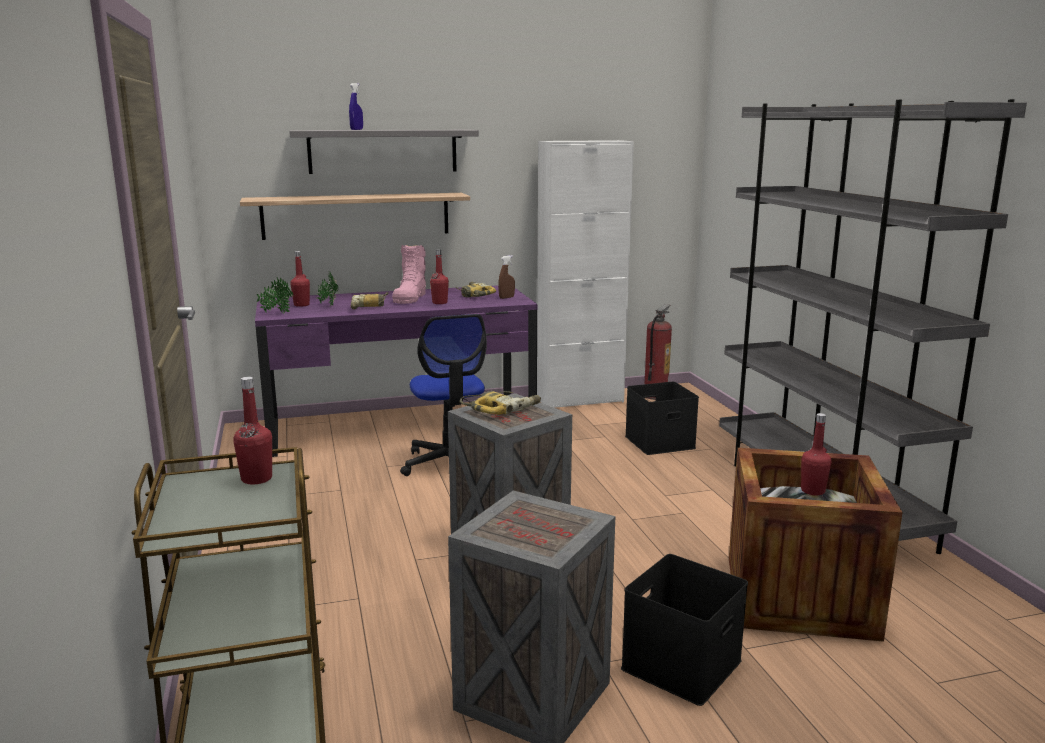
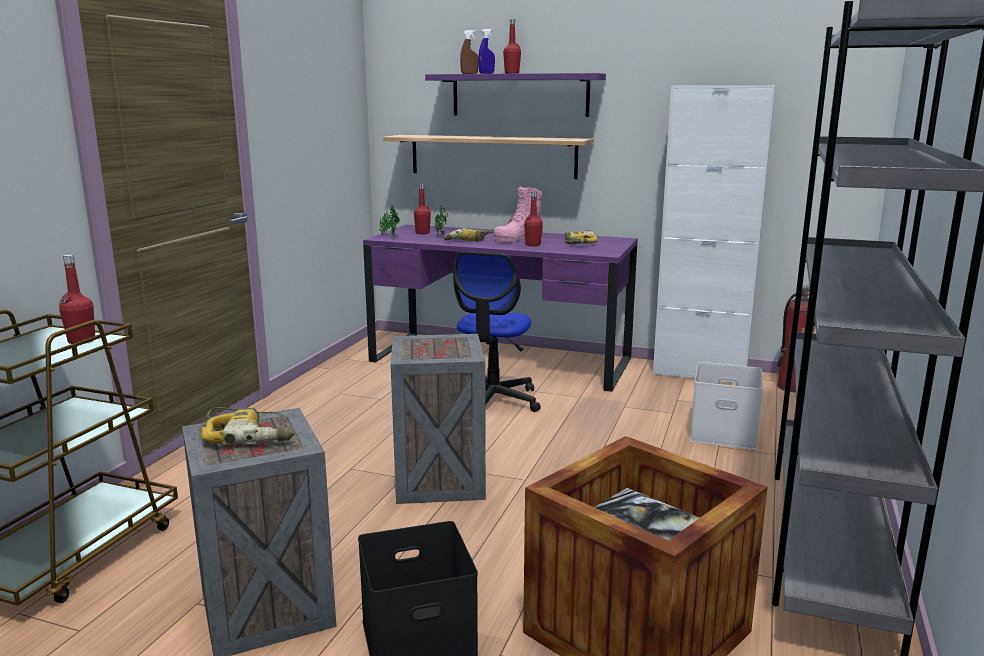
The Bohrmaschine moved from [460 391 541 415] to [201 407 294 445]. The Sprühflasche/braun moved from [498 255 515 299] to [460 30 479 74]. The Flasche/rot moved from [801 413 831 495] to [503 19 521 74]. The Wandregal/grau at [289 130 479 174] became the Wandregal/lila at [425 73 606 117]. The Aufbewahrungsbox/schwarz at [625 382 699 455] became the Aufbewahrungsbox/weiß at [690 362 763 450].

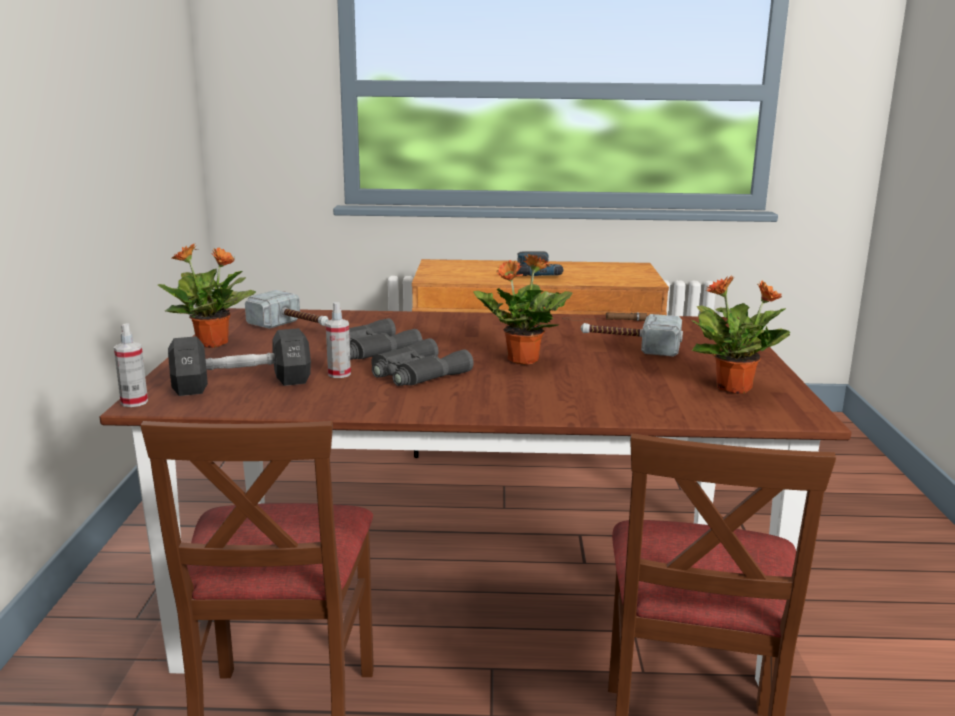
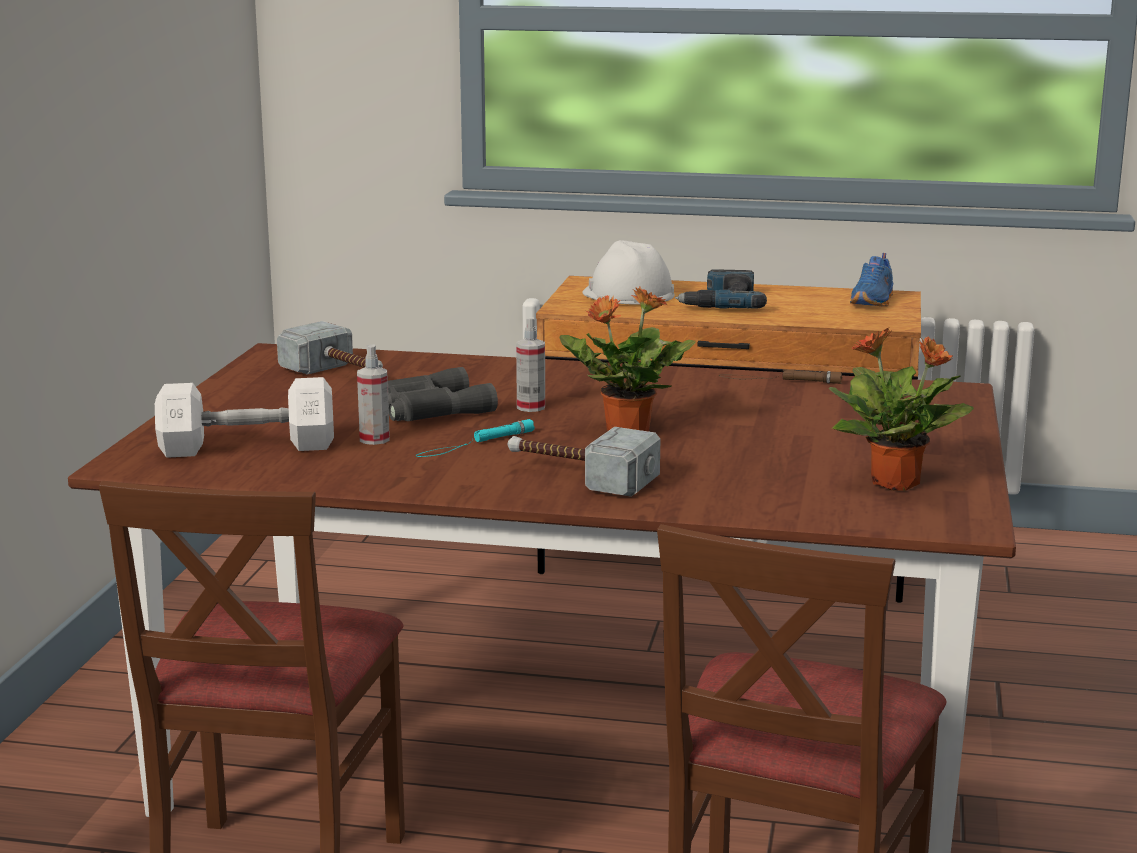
The Topfpflanze at [158 244 256 348] disappeared. The Schutzhelm/weiß at [582 240 675 305] appeared. The Schuh/blau at [850 253 893 306] appeared. The Sprühflasche moved from [114 323 148 407] to [516 317 545 412]. The Hammer moved from [581 314 683 357] to [508 427 660 497]. The Fernglas/grau at [371 338 473 386] was replaced by the Taschenlampe/türkis at [415 419 535 457]. The Hantel/schwarz at [168 328 311 396] became the Hantel/weiß at [155 377 334 458].

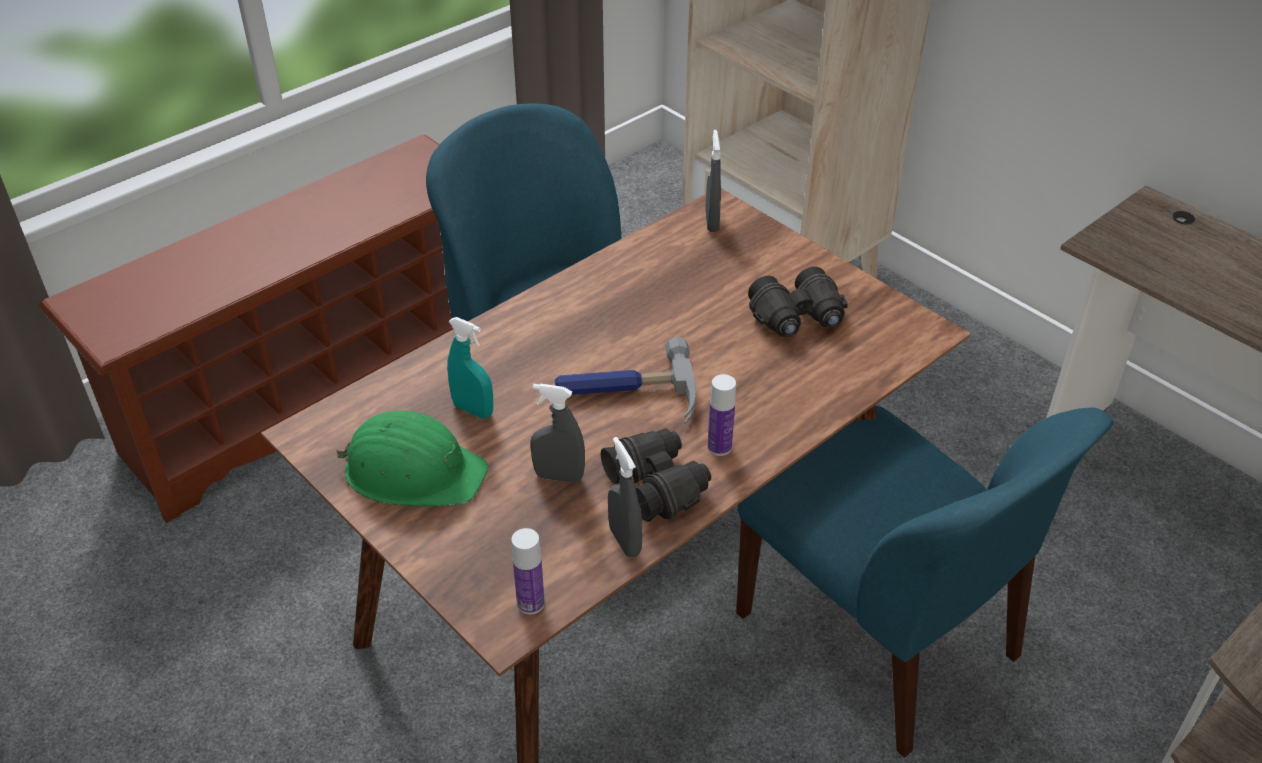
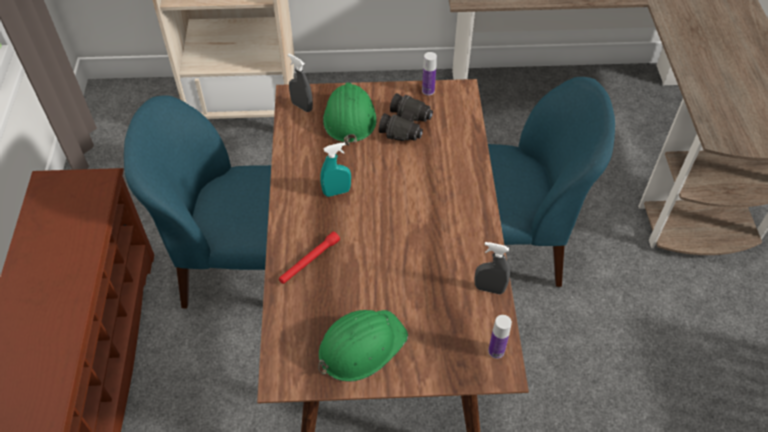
The Sprühflasche/grau at [530 383 585 483] disappeared. The Hammer at [555 337 696 424] disappeared. The Fernglas/schwarz at [601 428 711 522] disappeared. The Taschenlampe/rot at [279 232 340 284] appeared. The Schutzhelm/grün at [323 82 377 146] appeared. The Sprühflasche/türkis moved from [447 317 493 419] to [320 142 351 197]. The Flasche moved from [708 374 736 456] to [422 52 437 96].

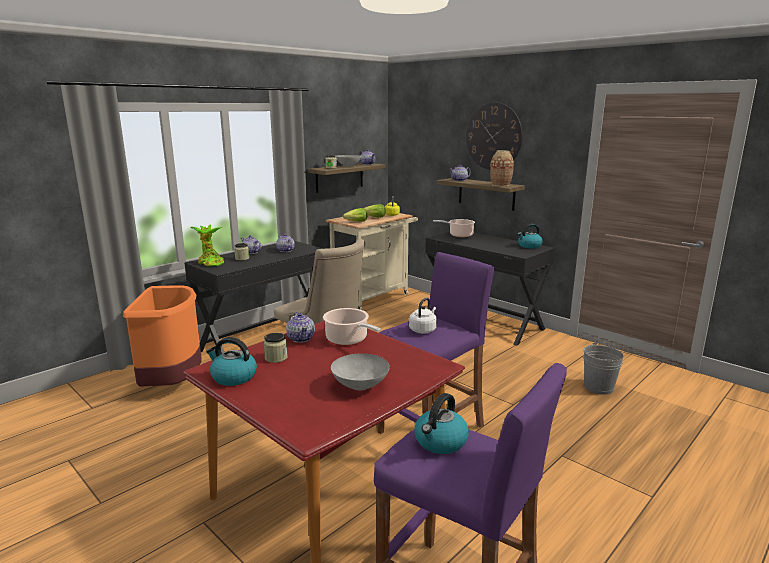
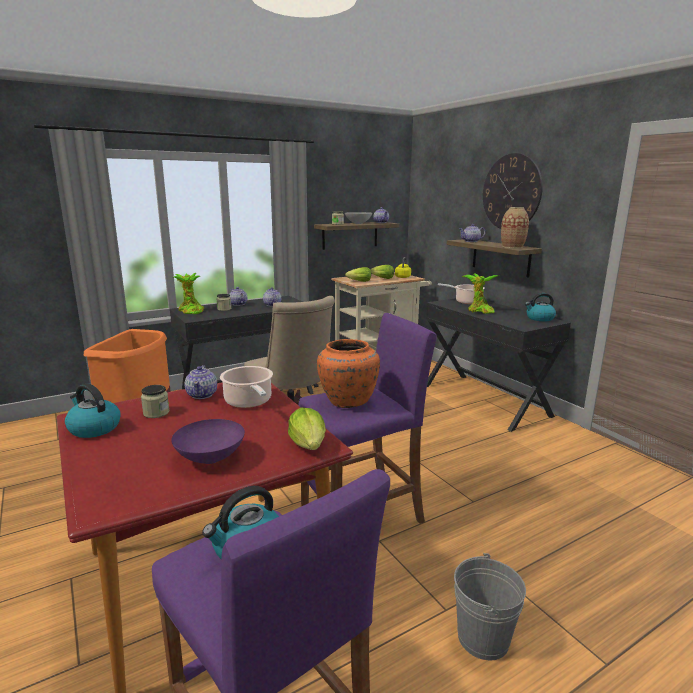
The Salatkopf at [288 407 326 450] appeared. The Topfpflanze at [462 273 500 314] appeared. The Eimer/grau moved from [583 342 624 395] to [454 553 526 661]. The Wasserkessel/weiß at [409 298 437 333] was replaced by the Vase/orange at [317 339 380 408]. The Schüssel/grau at [331 353 390 391] became the Schüssel/lila at [171 419 245 464].

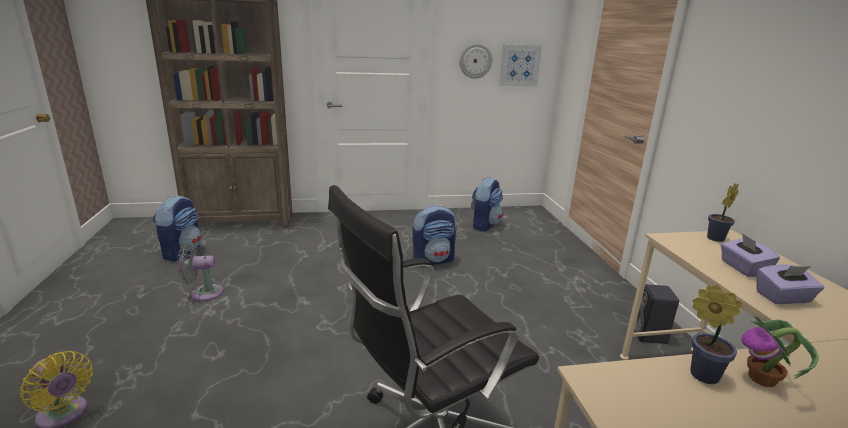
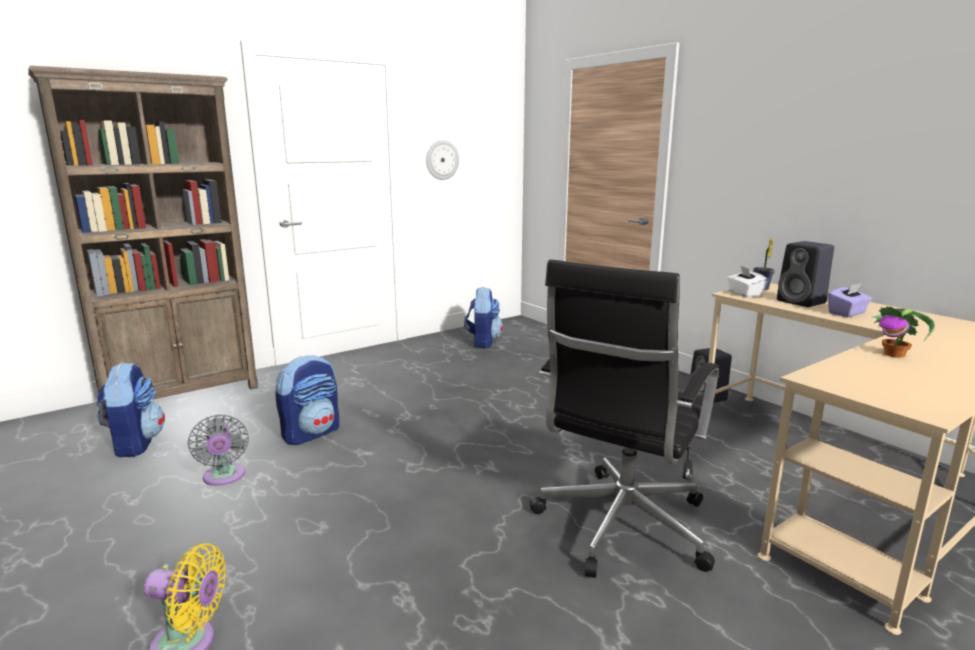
The Bild at [499 44 542 87] disappeared. The Topfpflanze at [690 285 743 384] disappeared. The Taschentuchbox/weiß at [727 266 768 297] appeared. The Rucksack moved from [412 205 456 265] to [275 354 339 445]. The Taschentuchbox/lila at [721 233 780 277] was replaced by the Lautsprecher/schwarz at [777 241 834 307]. The Ventilator/grau at [177 244 223 301] turned 75 degrees counterclockwise.

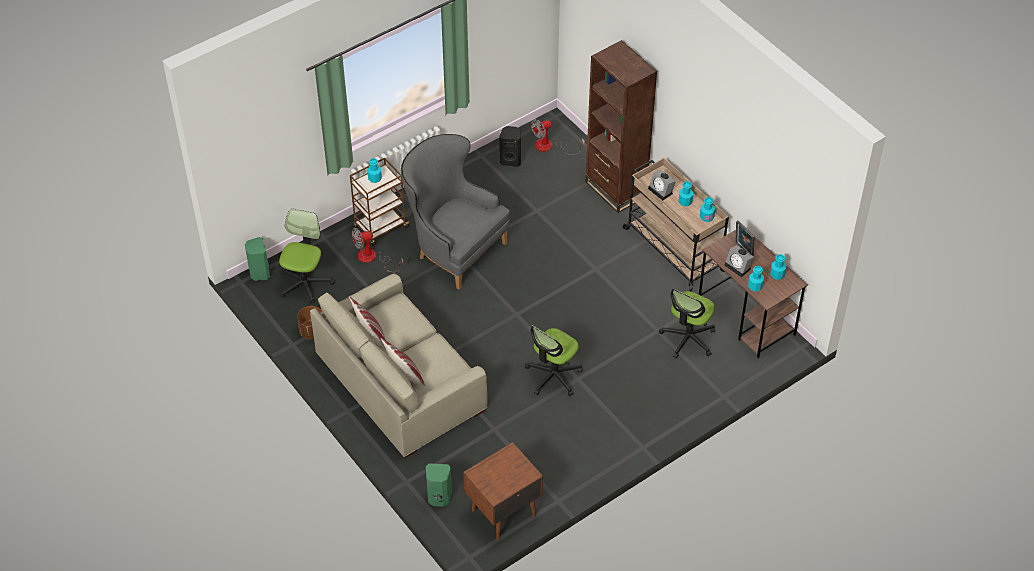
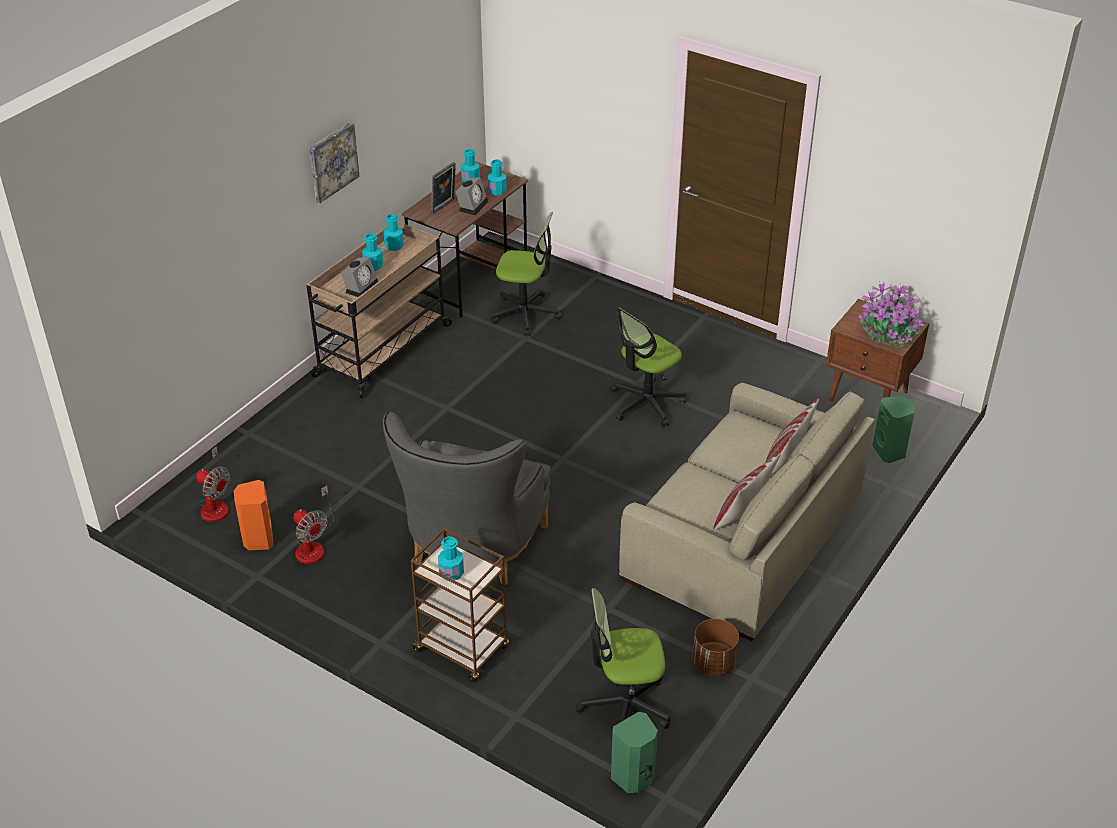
The Bücherregal/braun at [585 40 657 213] disappeared. The Bild at [309 122 360 203] appeared. The Topfpflanze at [858 281 925 349] appeared. The Ventilator moved from [352 228 404 272] to [293 486 334 564]. The Lautsprecher/schwarz at [499 126 521 167] became the Lautsprecher/orange at [234 480 274 550]. The Bürostuhl at [525 325 582 396] turned 120 degrees clockwise.

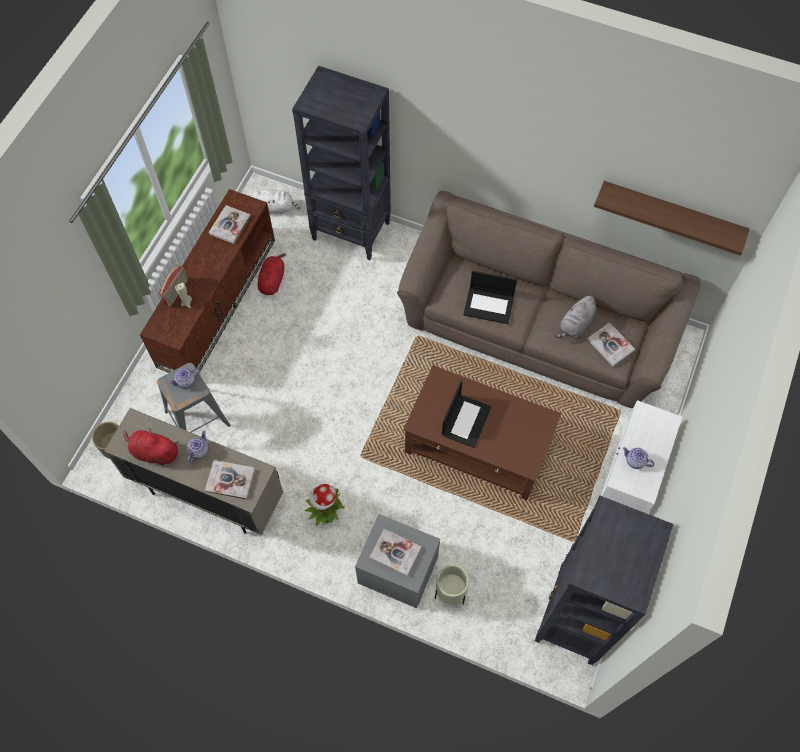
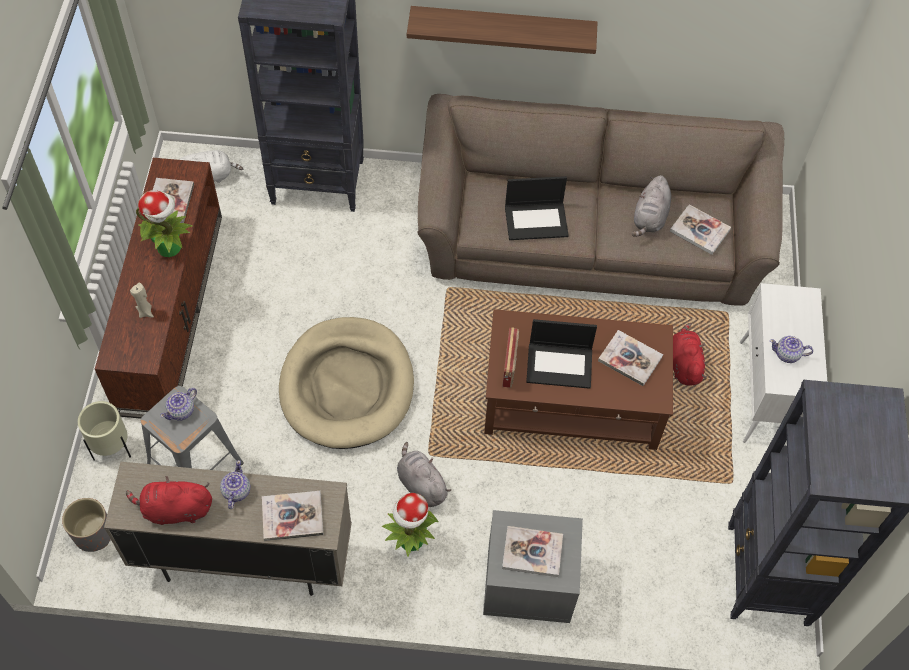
The Topfpflanze at [136 190 192 257] appeared. The Hundebett/beige at [279 317 414 449] appeared. The Plüschtier/grau at [397 442 451 507] appeared. The Buch at [598 330 663 386] appeared. The Radio moved from [159 265 188 307] to [502 327 519 388]. The Plüschtier/rot moved from [258 253 286 295] to [673 323 707 386]. The Pflanzkübel/beige moved from [435 565 469 605] to [78 401 131 461]. The Wandregal moved from [594 181 750 256] to [407 6 598 54]. The Laptop at [442 381 492 448] turned 90 degrees clockwise.

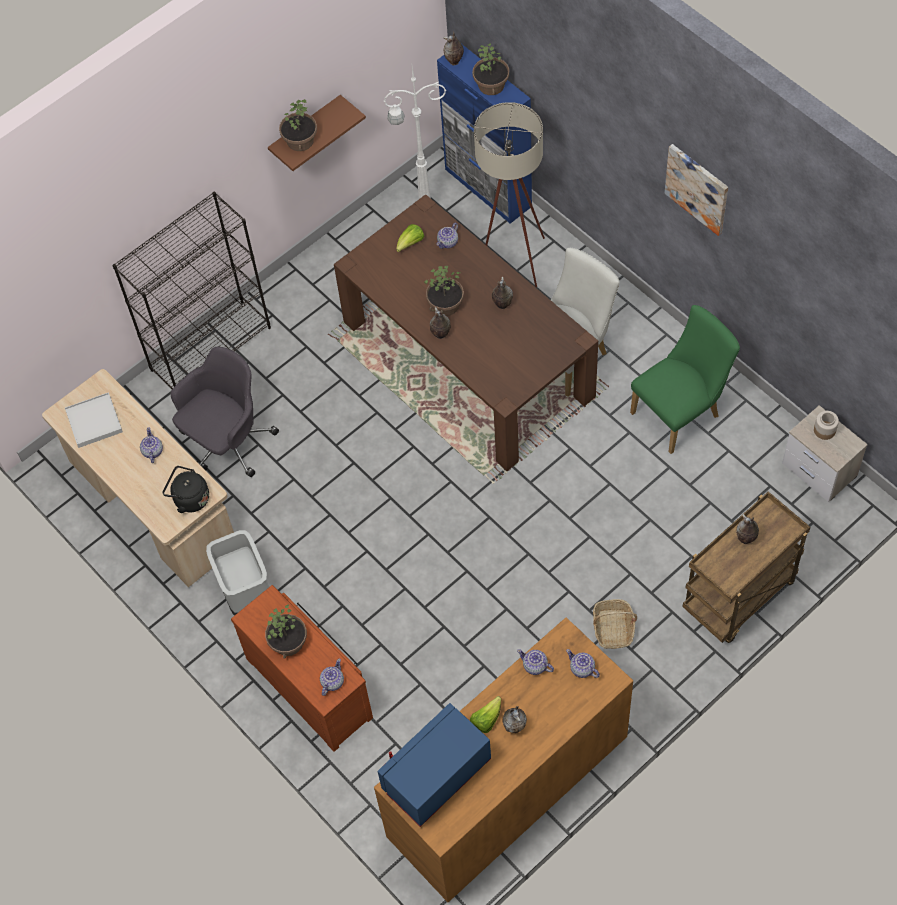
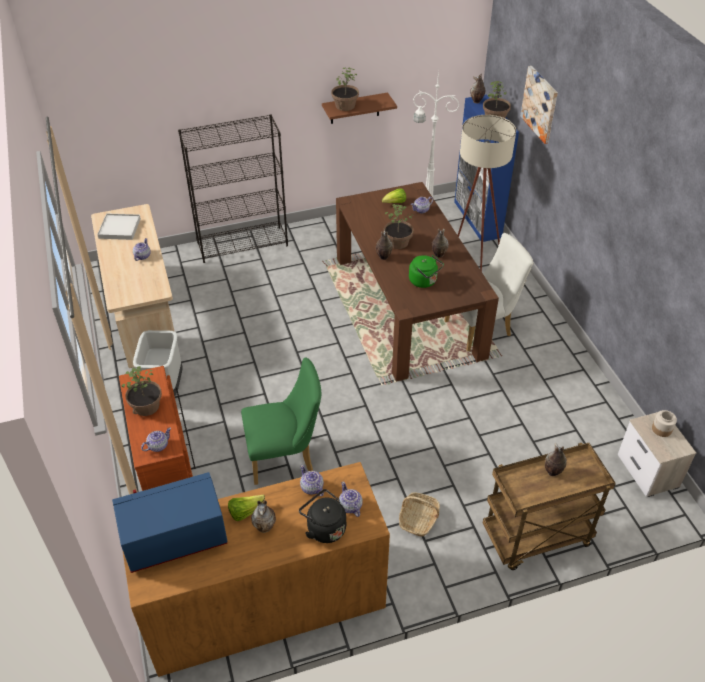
The Bürostuhl/grau at [171 347 279 477] disappeared. The Wasserkessel/grün at [409 255 444 288] appeared. The Wasserkessel/schwarz moved from [163 466 209 513] to [299 489 346 543]. The Stuhl/grün moved from [630 305 740 454] to [241 357 321 485]. The Bild moved from [665 144 728 236] to [520 66 558 144].

